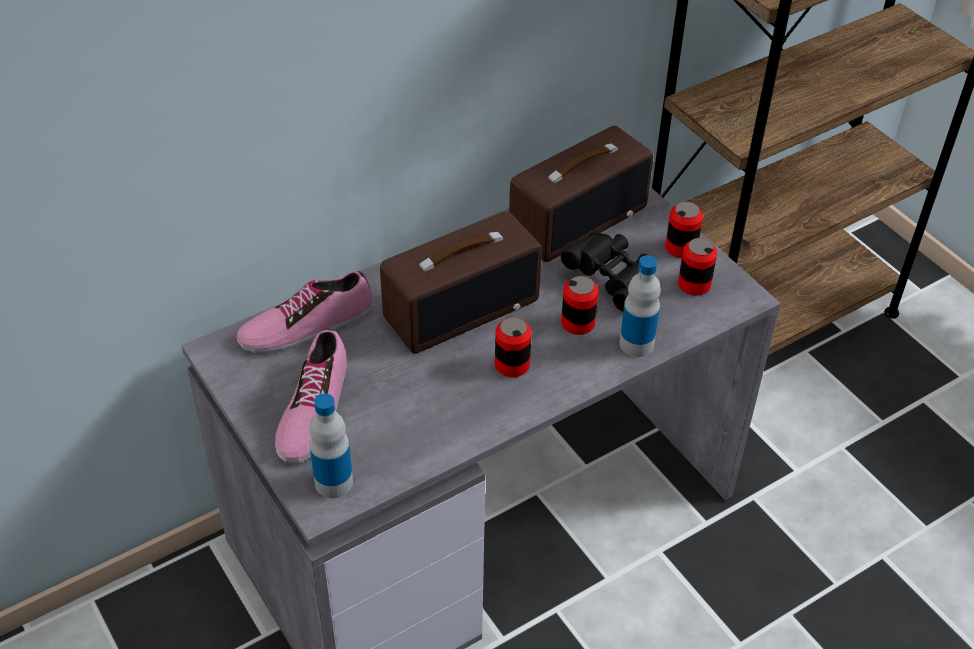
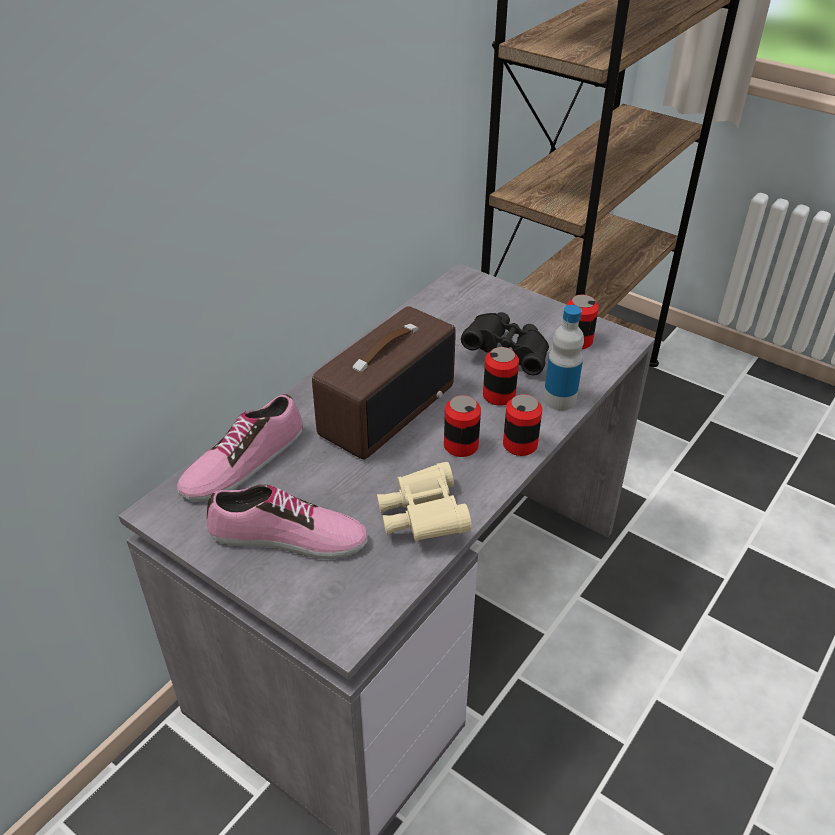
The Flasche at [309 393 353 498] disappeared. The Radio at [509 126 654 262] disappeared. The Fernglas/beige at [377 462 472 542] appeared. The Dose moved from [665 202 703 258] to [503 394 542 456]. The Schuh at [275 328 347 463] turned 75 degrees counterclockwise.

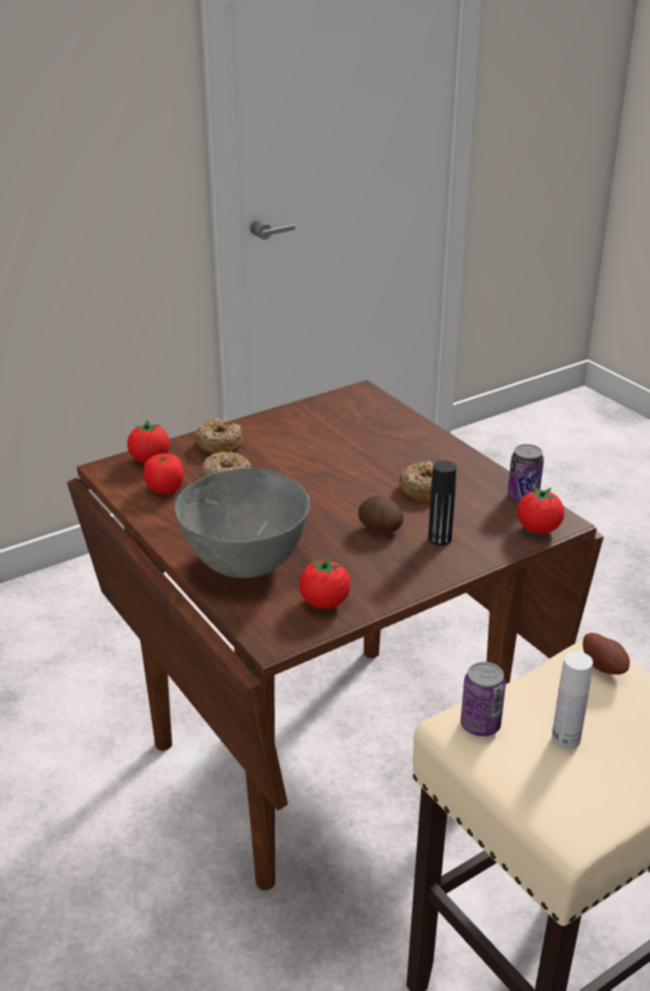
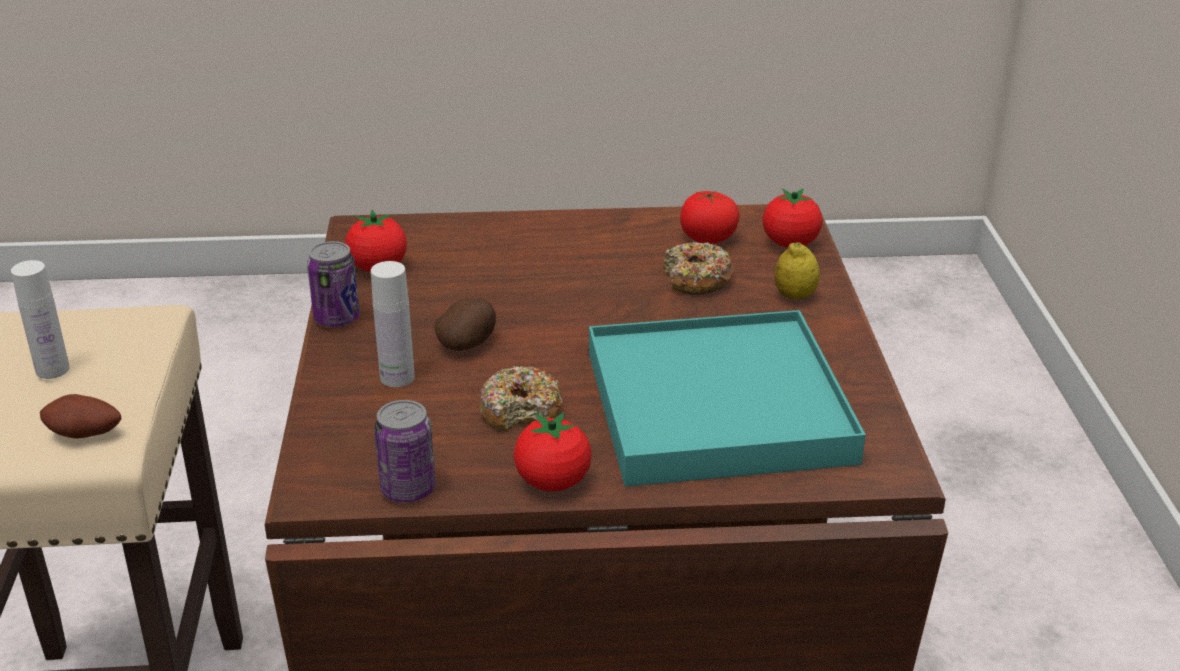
The Schüssel/grau at [175 468 310 578] disappeared. The Tablett/türkis at [589 310 866 487] appeared. The Dose moved from [461 662 506 736] to [307 241 360 327]. The Tomate moved from [517 486 564 534] to [514 412 592 492]. The Donut at [195 418 243 454] was replaced by the Zitrone at [774 242 820 300]. The Flasche/schwarz at [428 460 456 546] became the Flasche/weiß at [371 261 415 387].

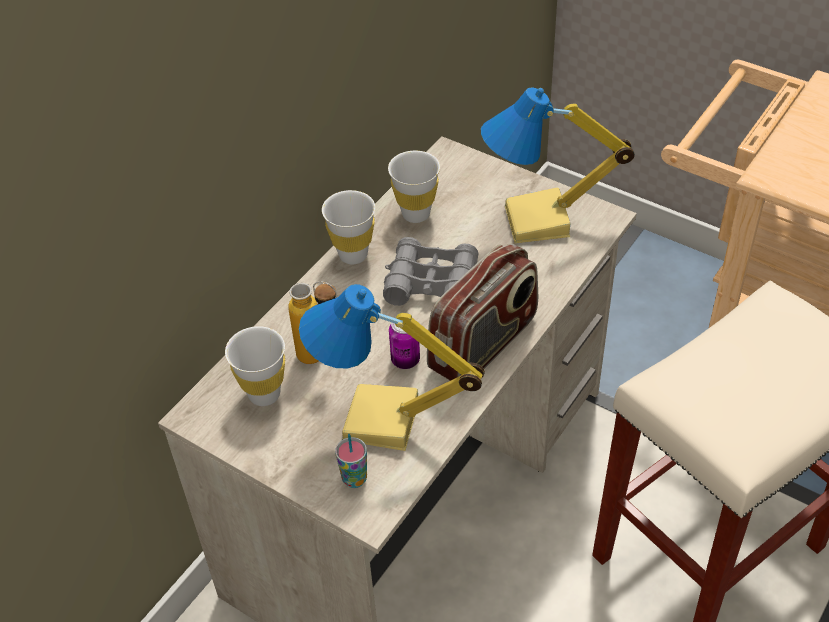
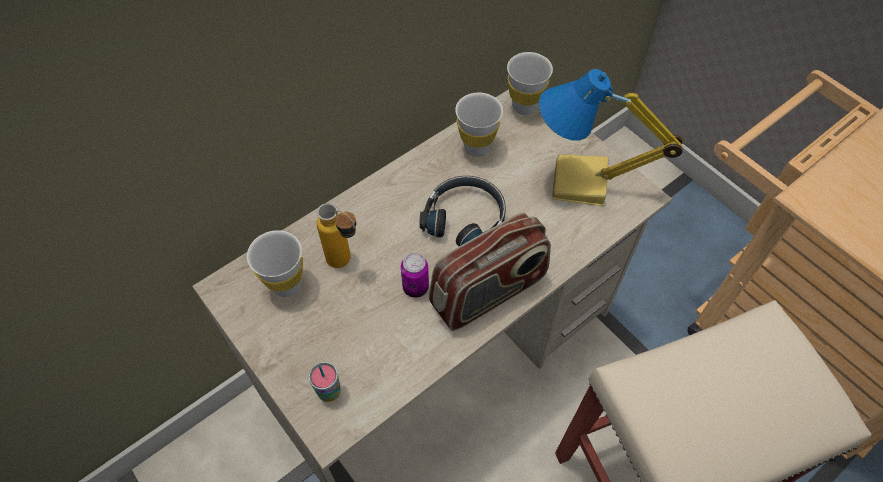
The Tischlampe at [299 284 485 451] disappeared. The Tasse/weiß moved from [322 190 375 264] to [507 52 553 115]. The Fernglas/grau at [383 237 479 306] was replaced by the Kopfhörer/schwarz at [419 176 506 246].

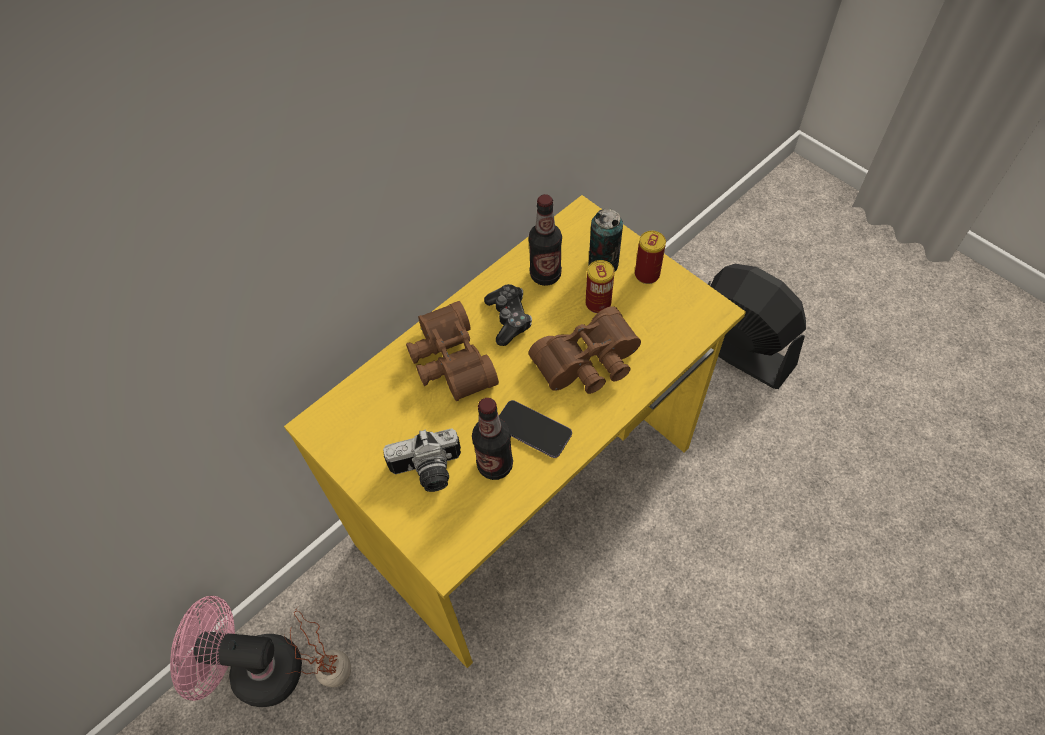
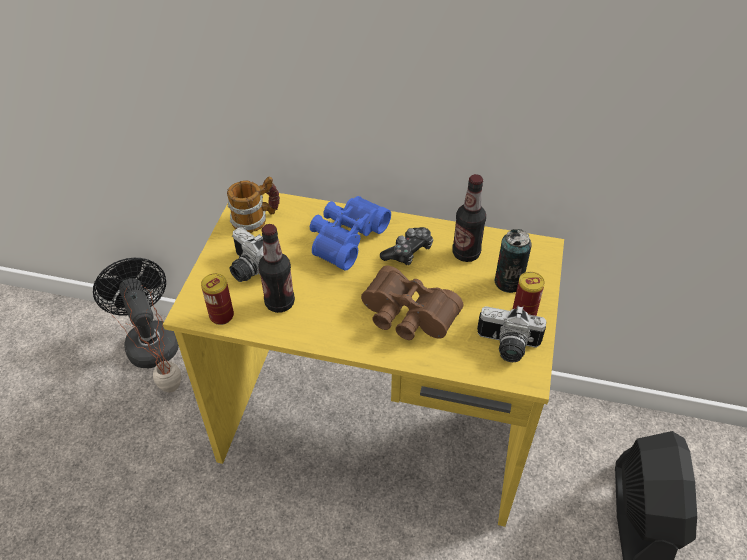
The Handy at [499 400 572 458] disappeared. The Henkelbecher at [227 177 280 233] appeared. The Kamera at [477 306 546 362] appeared. The Dose moved from [585 260 615 313] to [201 273 234 325]. The Ventilator/rosa at [170 596 302 707] became the Ventilator/schwarz at [93 258 179 368]. The Fernglas/braun at [406 301 499 401] became the Fernglas/blau at [310 196 391 271].

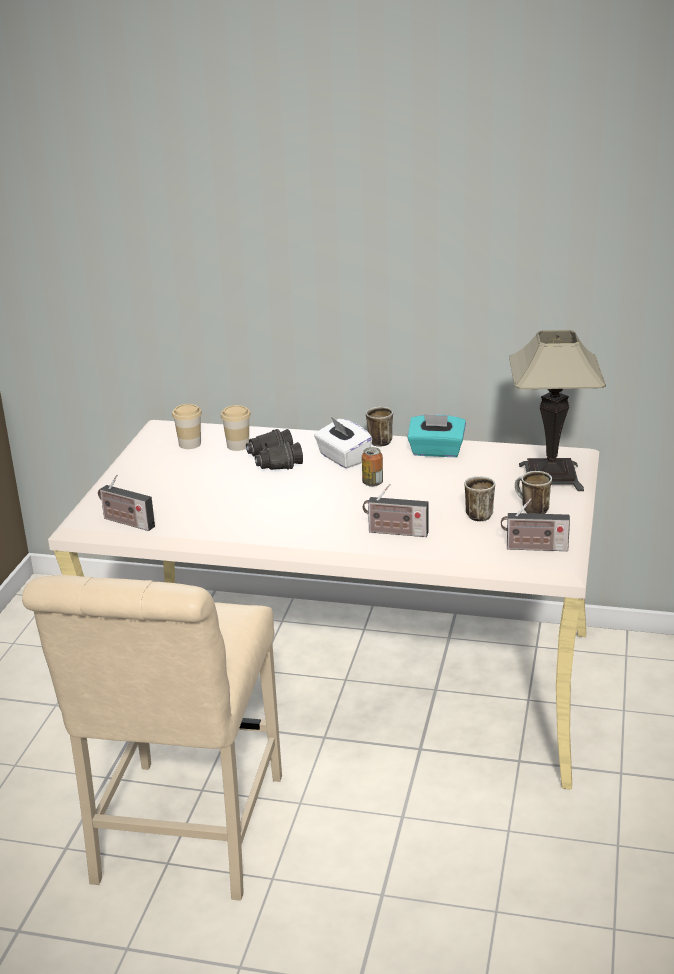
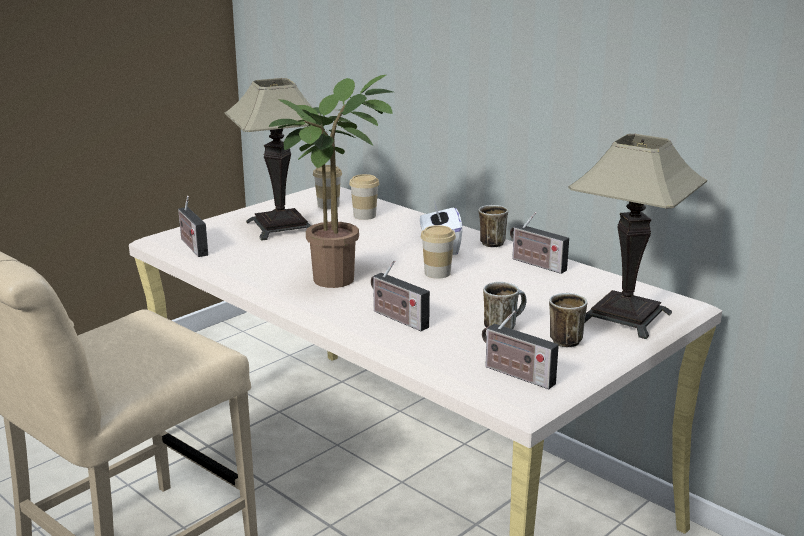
The Fernglas/schwarz at [246 429 303 470] disappeared. The Tischlampe at [224 78 320 241] appeared. The Topfpflanze at [269 75 393 288] appeared. The Dose at [362 447 383 487] was replaced by the Tasse at [421 225 456 279]. The Taschentuchbox/türkis at [408 414 466 457] was replaced by the Radio at [510 212 569 274].

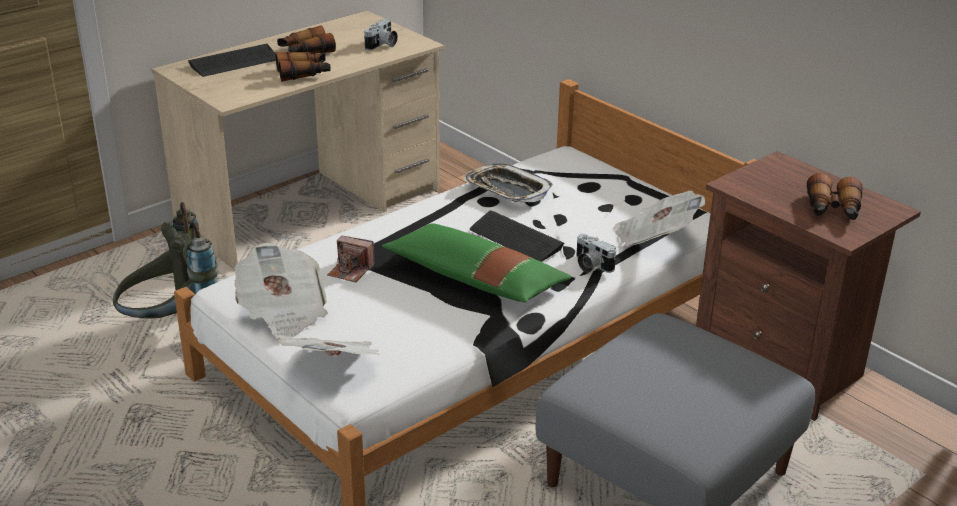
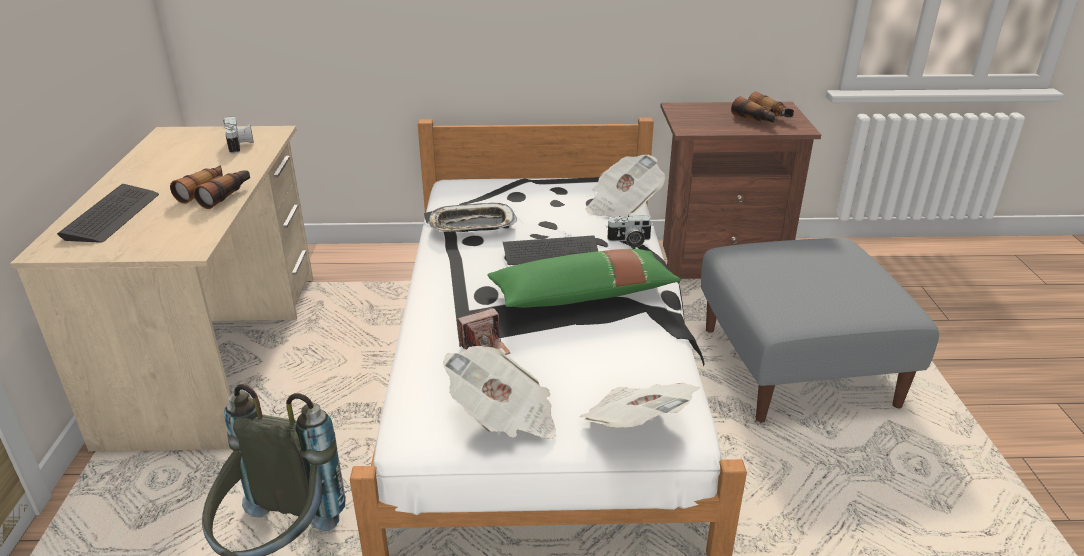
The Fernglas at [277 25 336 54] disappeared.

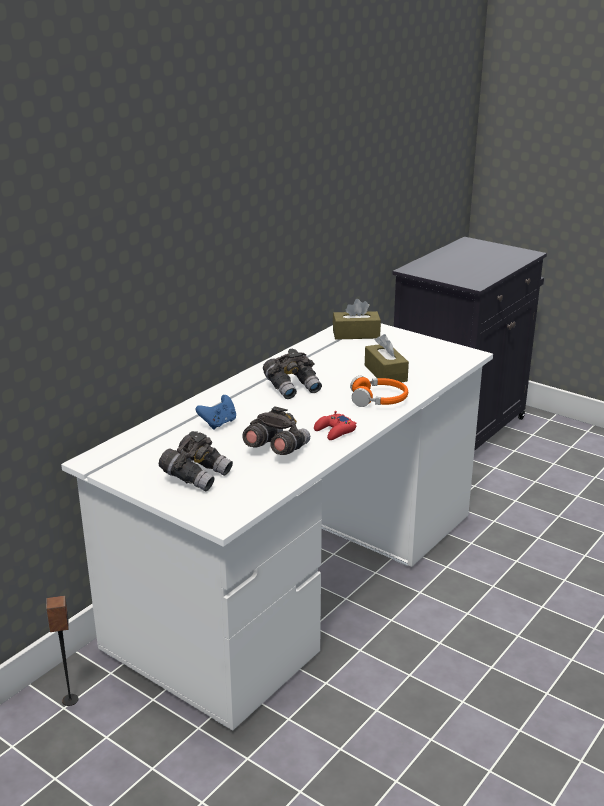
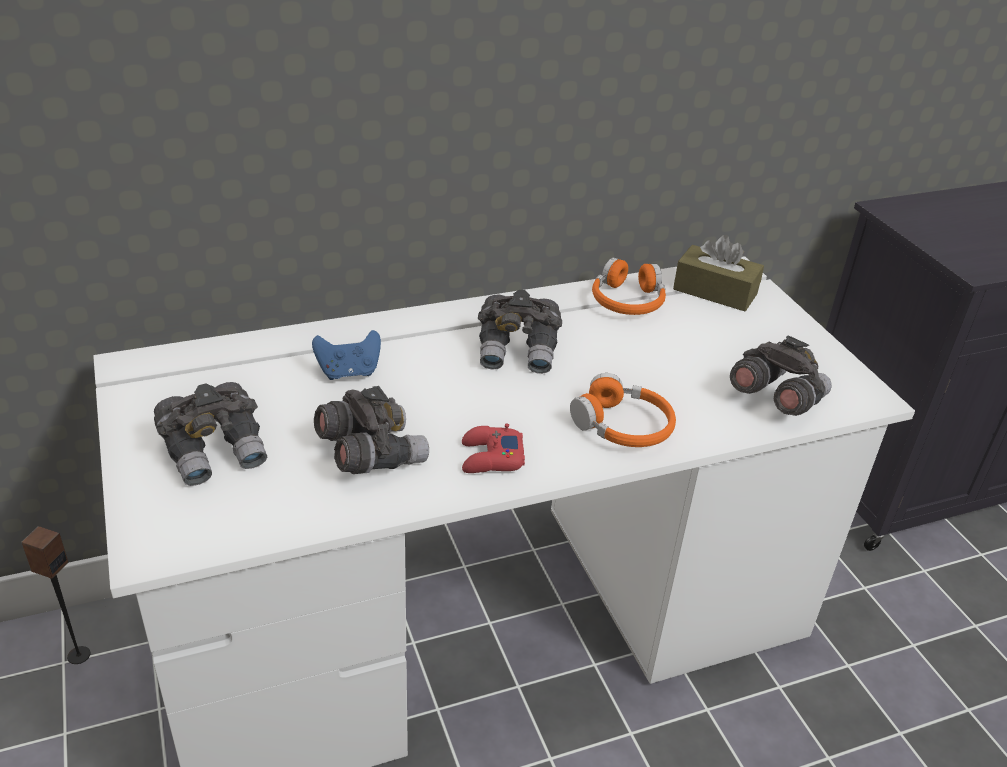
The Taschentuchbox/braun at [365 334 409 382] disappeared. The Kopfhörer/orange at [592 257 666 315] appeared. The Fernglas/grau at [730 335 832 416] appeared.

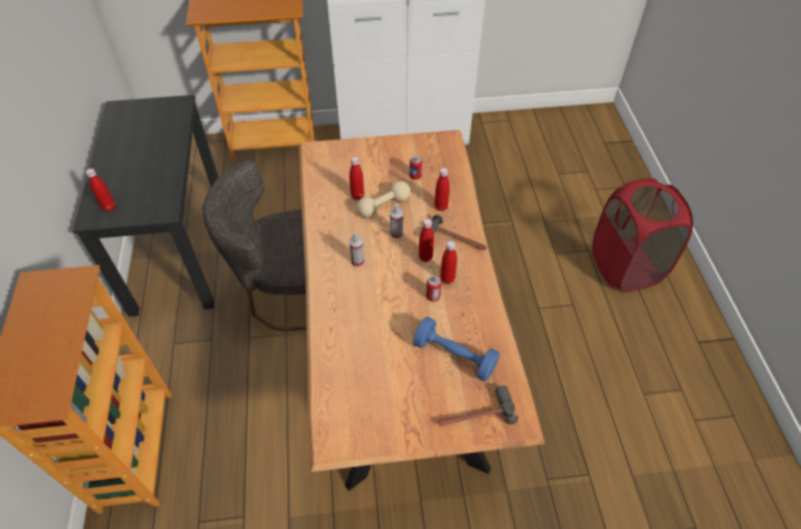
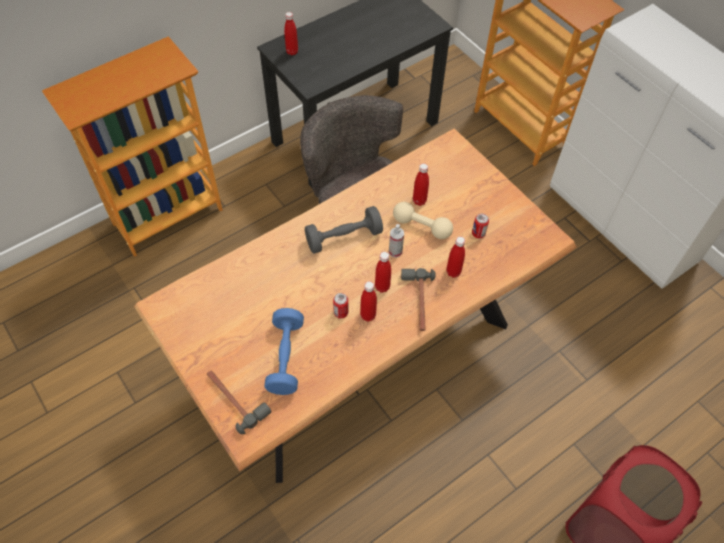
The Sprühflasche at [349 232 365 267] was replaced by the Hantel/grau at [305 206 383 254].

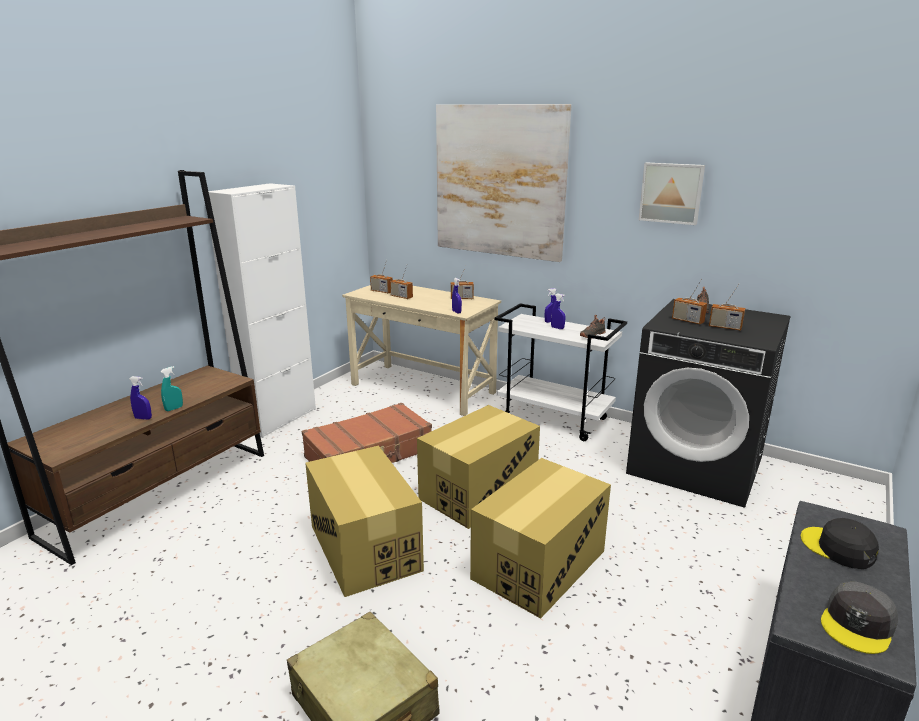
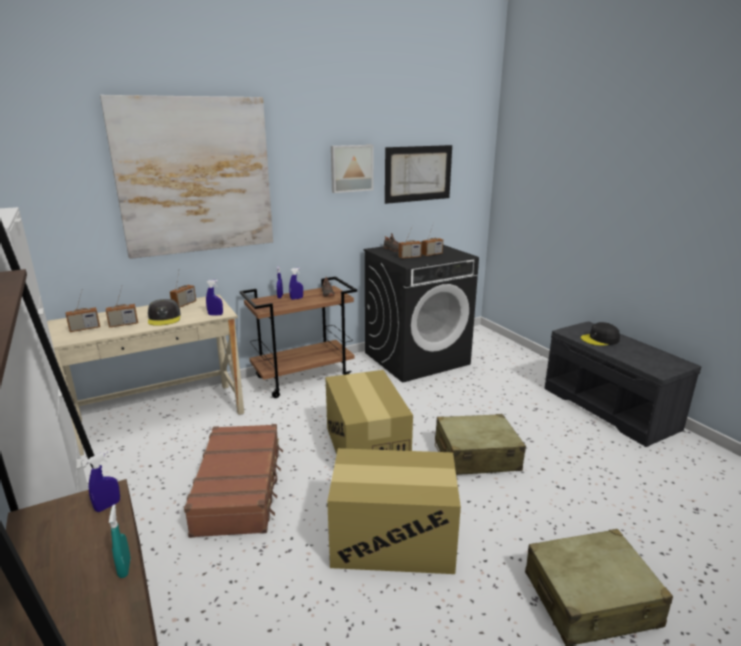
The Bild at [385 145 452 204] appeared. The Sprühflasche/blau moved from [129 376 152 420] to [87 451 120 512]. The Kappe/grau moved from [821 581 898 654] to [148 299 180 326]. The Karton at [470 458 611 619] was replaced by the Koffer/beige at [435 414 526 475]. The Rollwagen/weiß at [494 303 627 441] became the Rollwagen/braun at [240 277 357 398].

